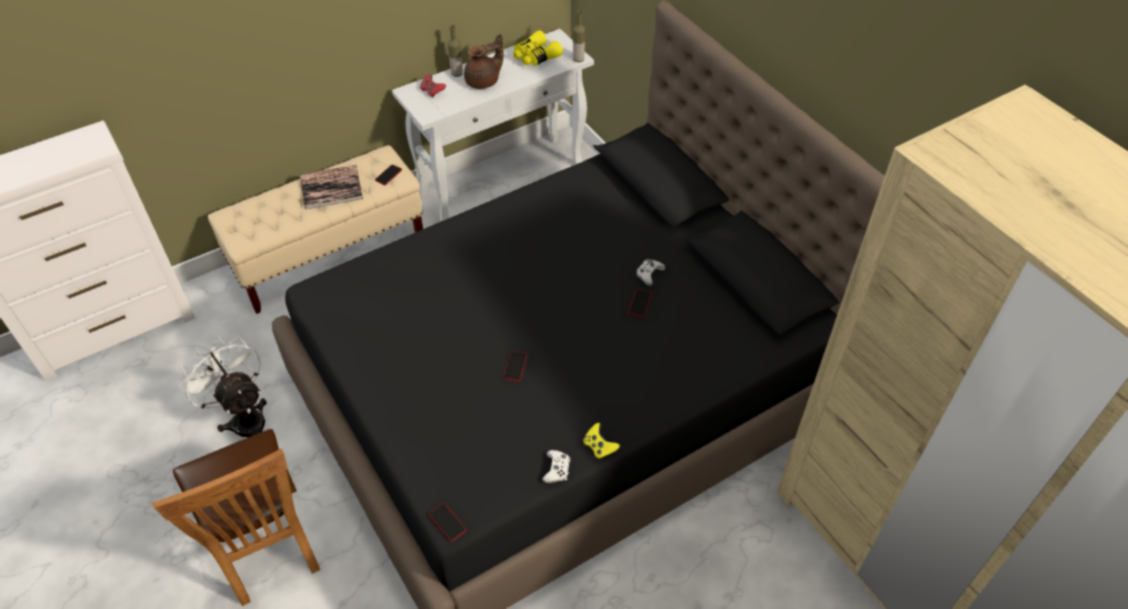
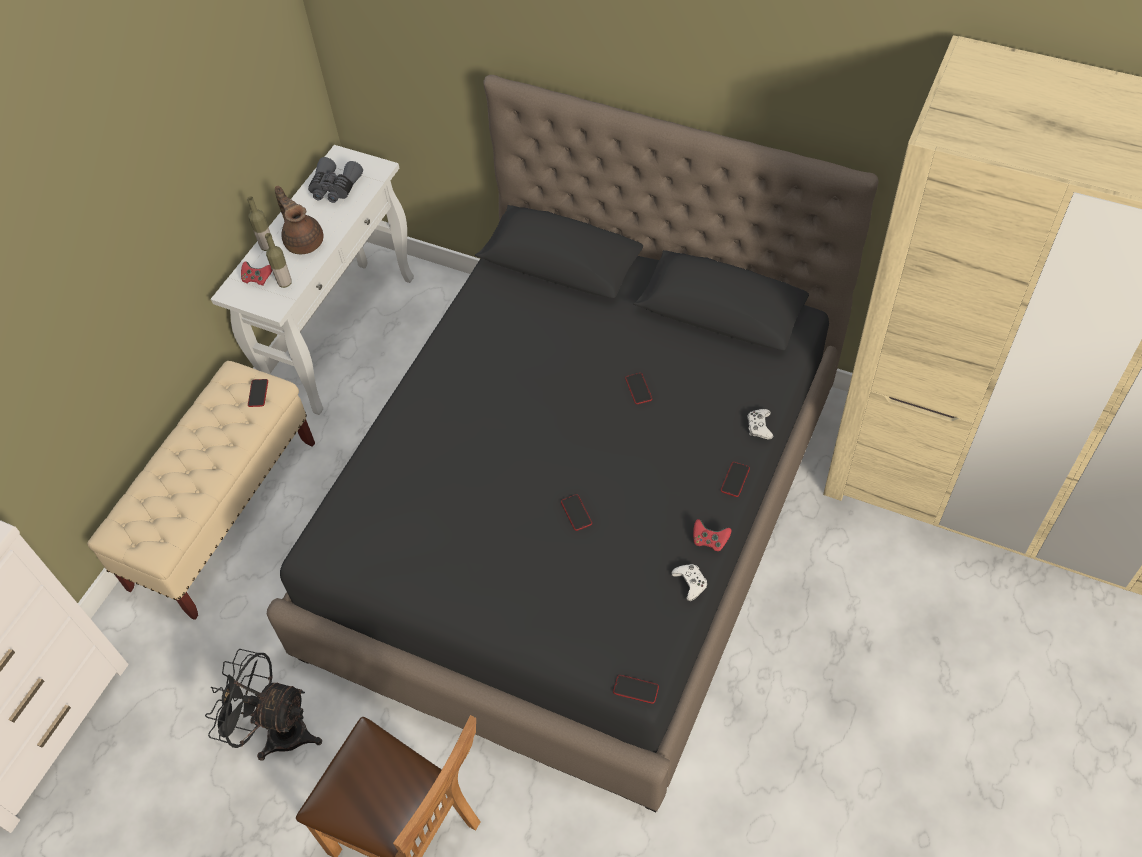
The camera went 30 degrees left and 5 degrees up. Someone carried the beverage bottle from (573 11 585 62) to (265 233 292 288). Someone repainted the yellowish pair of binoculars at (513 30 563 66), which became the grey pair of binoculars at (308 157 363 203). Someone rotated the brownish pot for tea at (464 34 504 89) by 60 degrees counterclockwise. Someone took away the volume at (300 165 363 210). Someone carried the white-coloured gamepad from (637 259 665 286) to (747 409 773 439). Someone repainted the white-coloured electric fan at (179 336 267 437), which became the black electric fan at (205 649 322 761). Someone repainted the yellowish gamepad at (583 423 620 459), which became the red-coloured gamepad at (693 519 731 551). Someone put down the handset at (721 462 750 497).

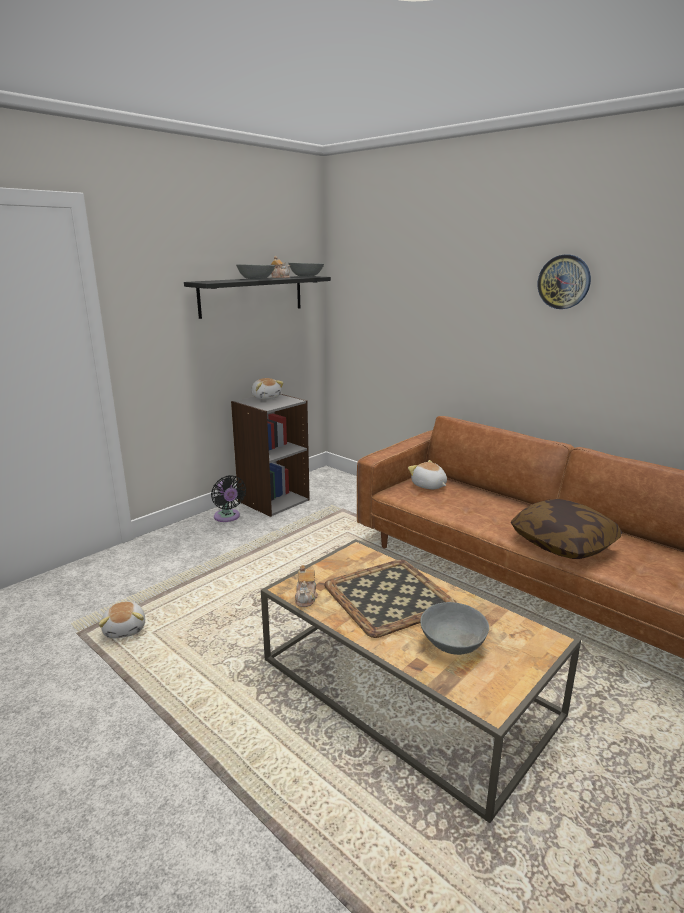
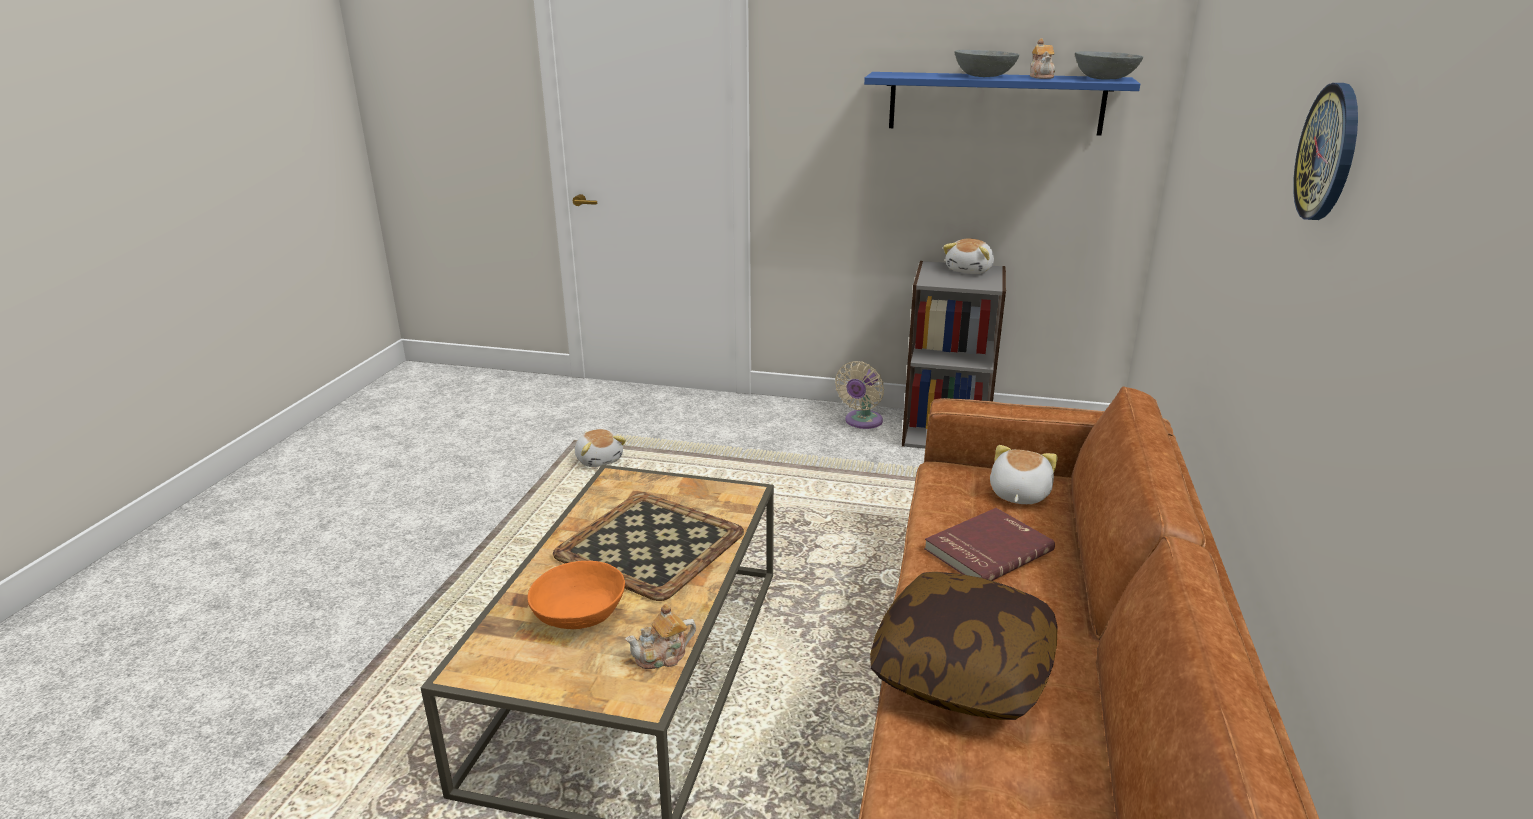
The camera went 60 degrees right and 5 degrees up. Someone repainted the black bracket shelf at (184 276 331 319), which became the bluish bracket shelf at (864 72 1140 136). Someone repainted the black electric fan at (211 475 246 522), which became the sand-coloured electric fan at (835 361 884 429). Someone carried the pot for tea from (295 565 318 607) to (625 604 696 669). Someone rotated the soft toy at (98 601 145 639) by 75 degrees counterclockwise. Someone repainted the grey bowl at (420 602 489 655), which became the orange bowl at (527 561 625 629). Someone put down the red-coloured volume at (924 508 1055 581).

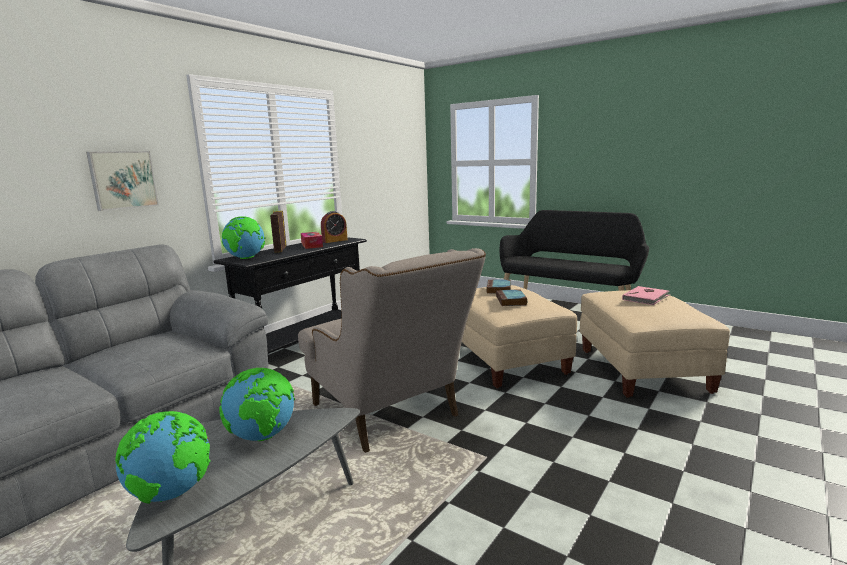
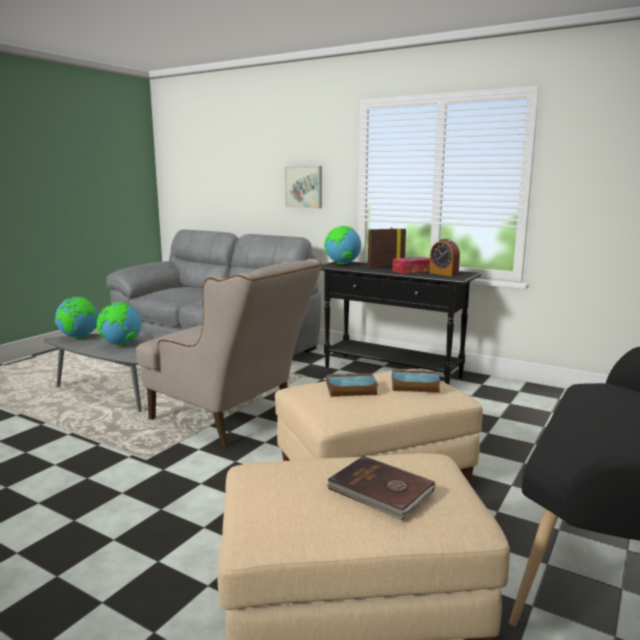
The camera went 85 degrees right and 0 degrees up. Someone rotated the sand-coloured easy chair at (298 248 486 453) by 105 degrees counterclockwise. Someone repainted the pink volume at (622 286 671 305), which became the brownish volume at (326 456 435 520).

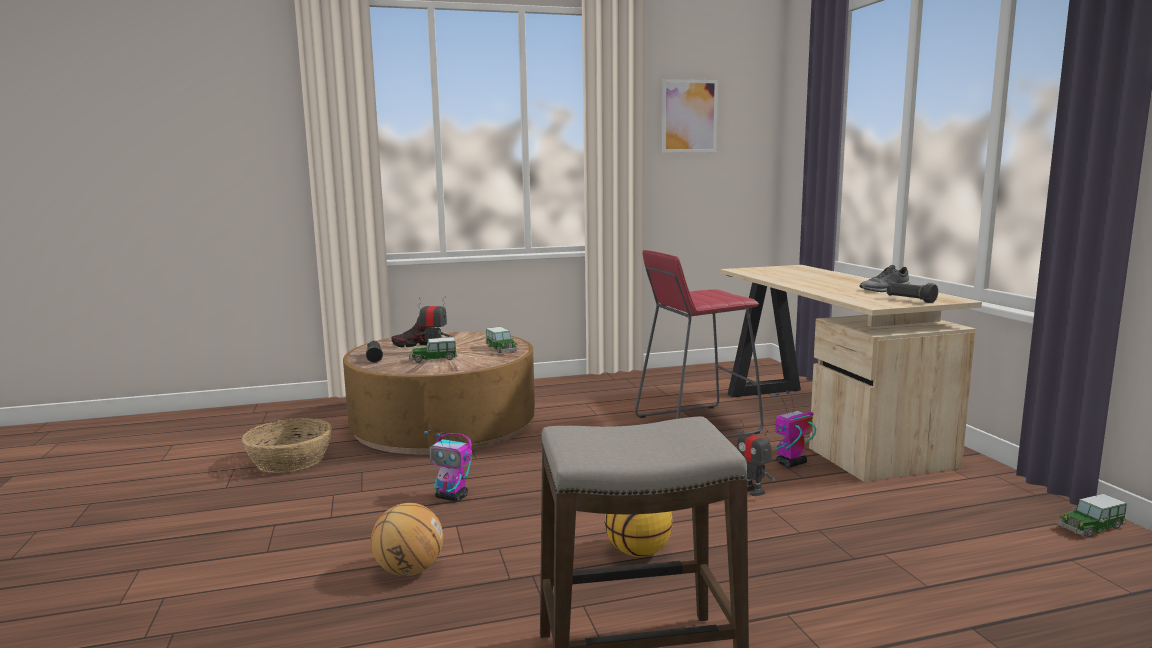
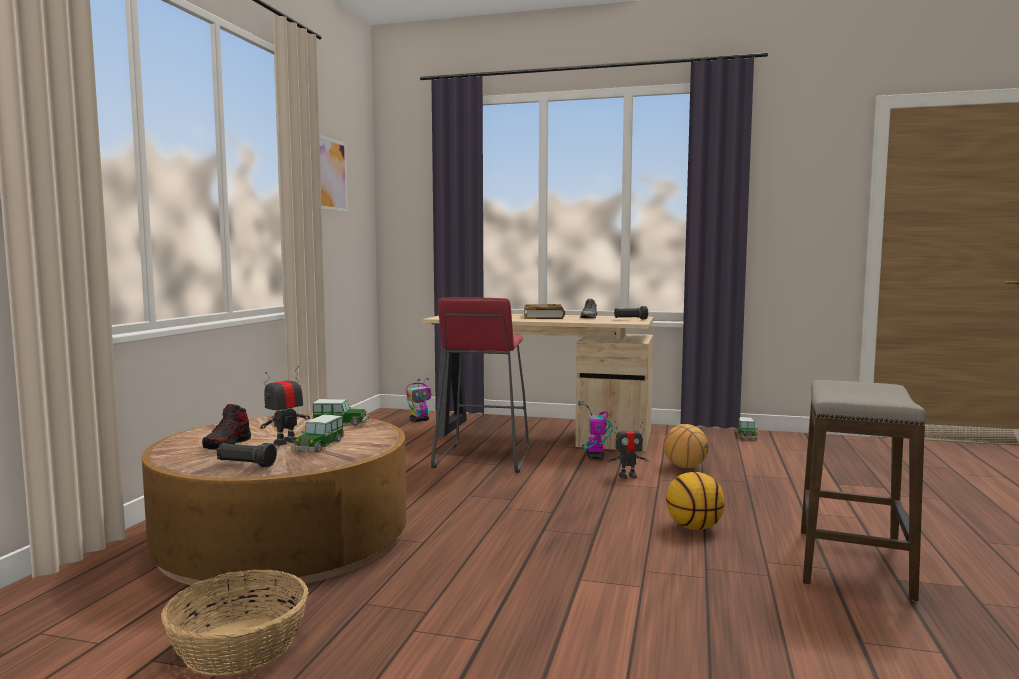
The camera went 60 degrees left and 5 degrees down. Someone carried the robot figure from (424 430 472 502) to (406 378 431 422). Someone carried the ball for basketball from (371 503 443 576) to (663 424 709 468). Someone put down the volume at (524 304 566 319).

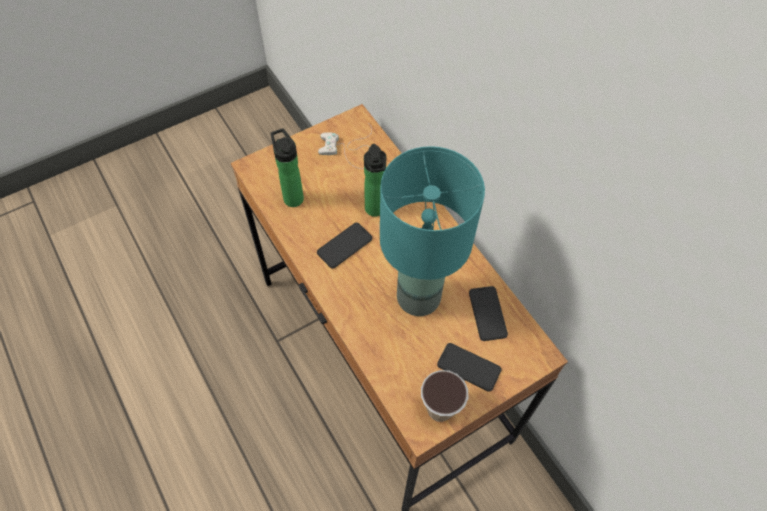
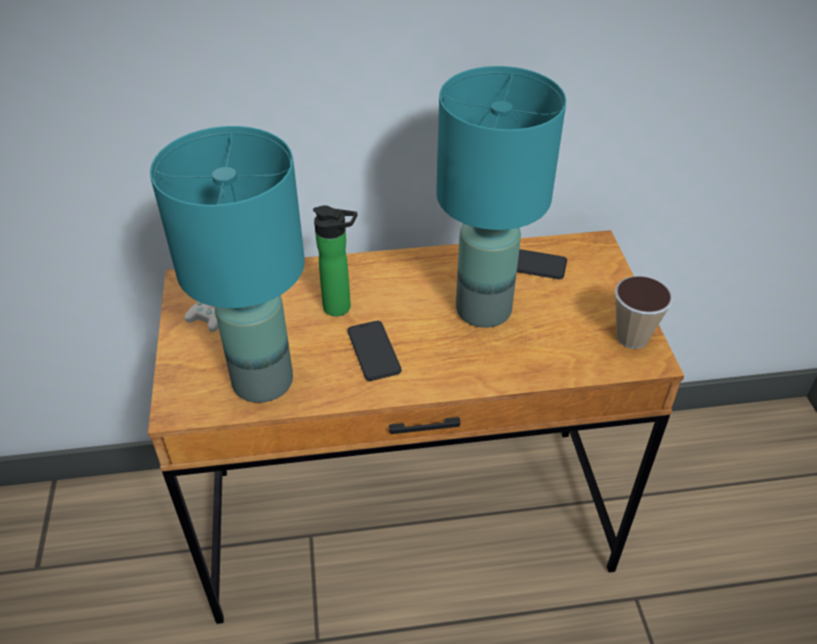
The camera went 65 degrees left and 15 degrees down. Someone swapped the beverage bottle at (270 129 304 207) for the turquoise-coloured table lamp at (150 126 305 403). Someone took away the handset at (437 343 501 392).

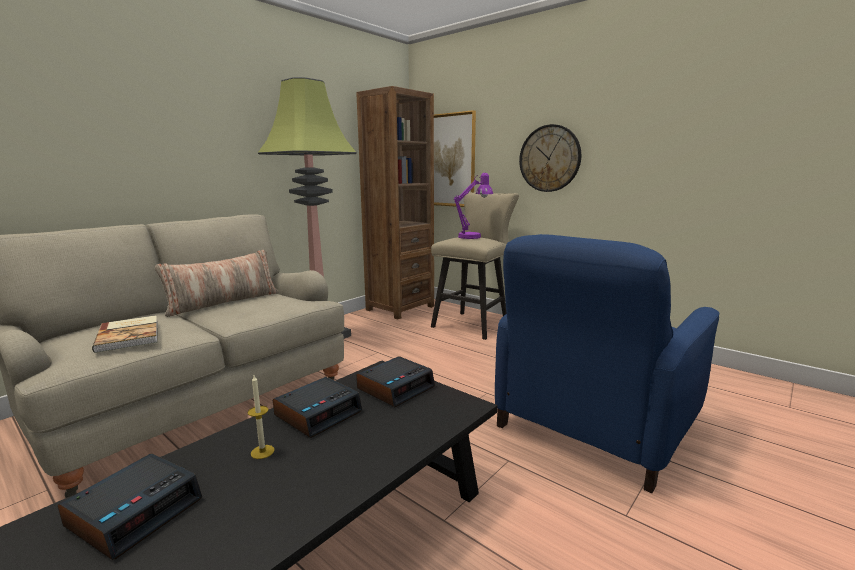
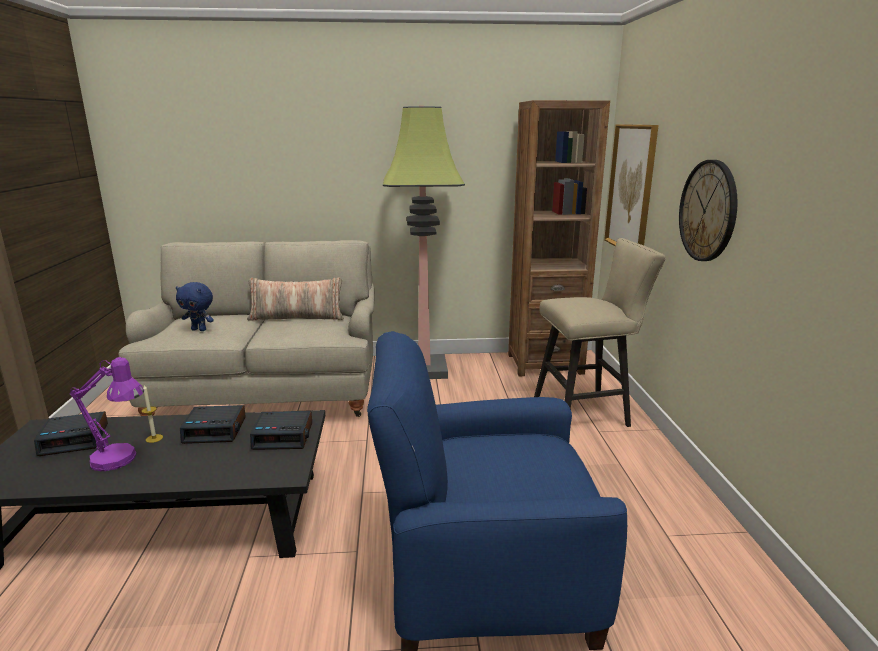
The camera went 45 degrees right and 5 degrees up. Someone carried the purple-coloured table lamp from (454 173 493 239) to (70 357 144 471). Someone swapped the volume at (92 315 158 353) for the bluish soft toy at (176 282 214 331).

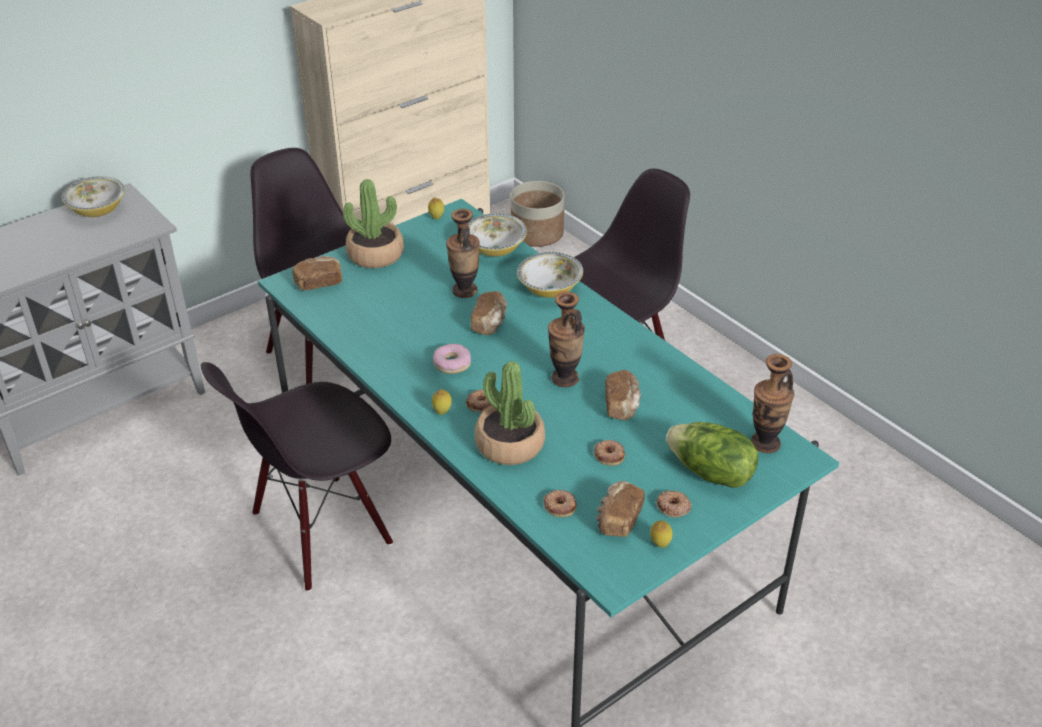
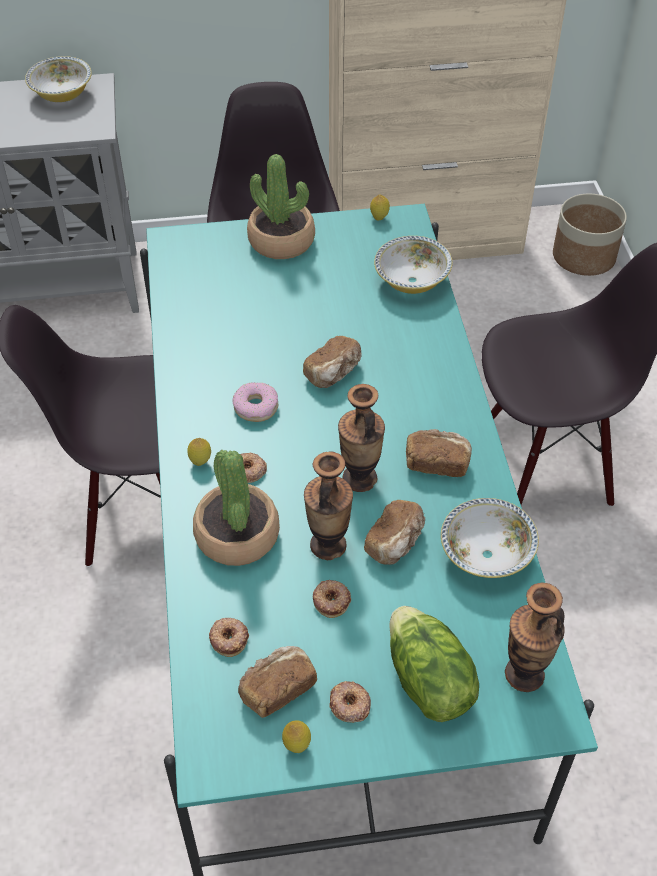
The camera went 30 degrees right and 10 degrees up. Someone carried the decorative vase from (446 209 480 298) to (304 452 353 560). Someone carried the bowl from (517 252 583 298) to (441 498 539 578). Someone carried the baked bread from (292 256 342 291) to (406 429 472 477).

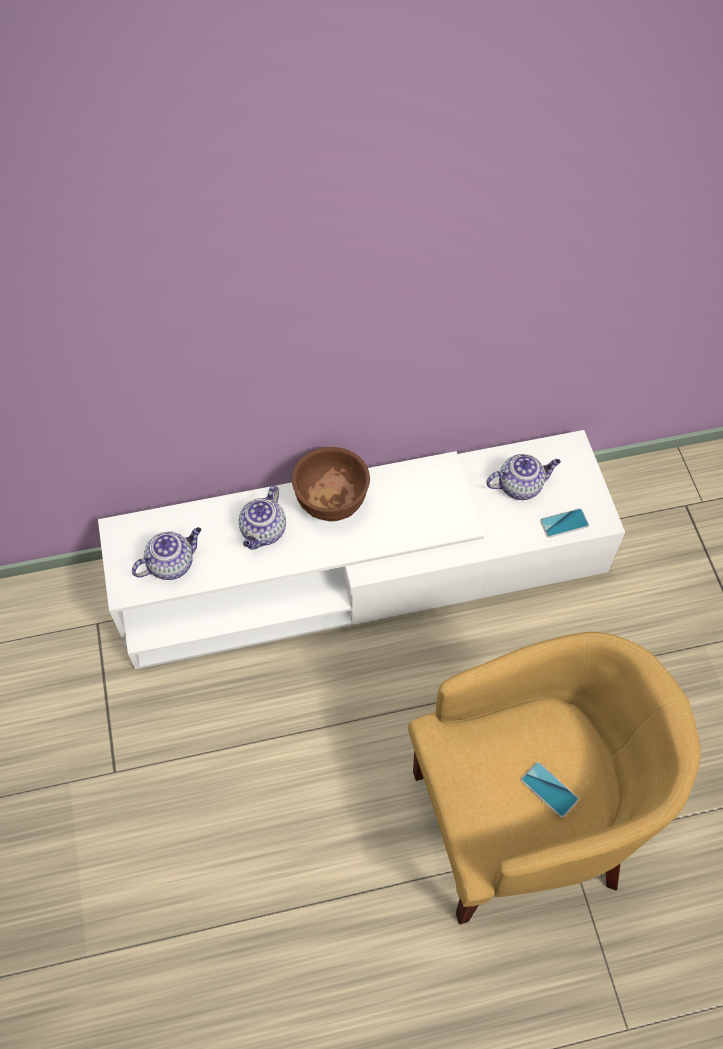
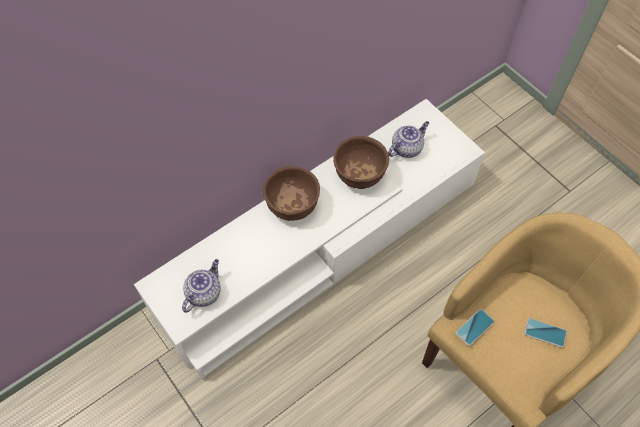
The camera went 25 degrees left and 0 degrees up. Someone took away the pot for tea at (239 486 286 550). Someone carried the handset from (540 508 589 538) to (456 309 495 346). Someone put down the brownish bowl at (333 136 389 189).

